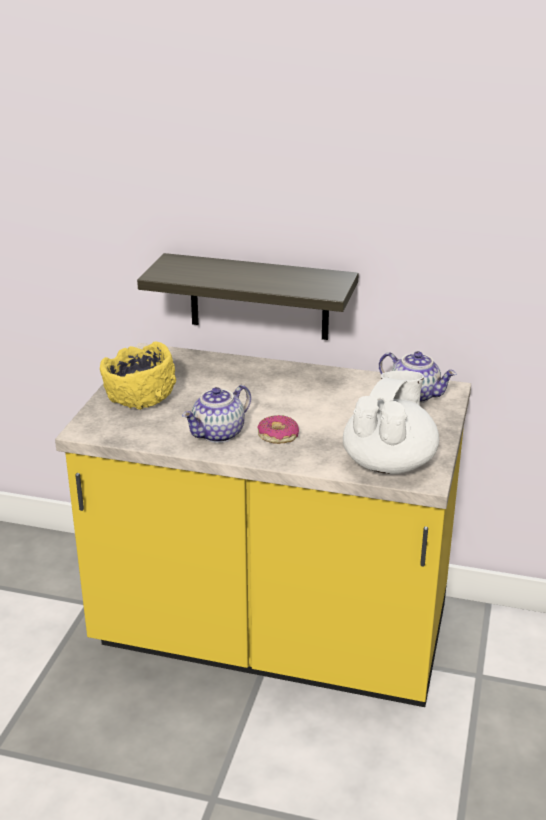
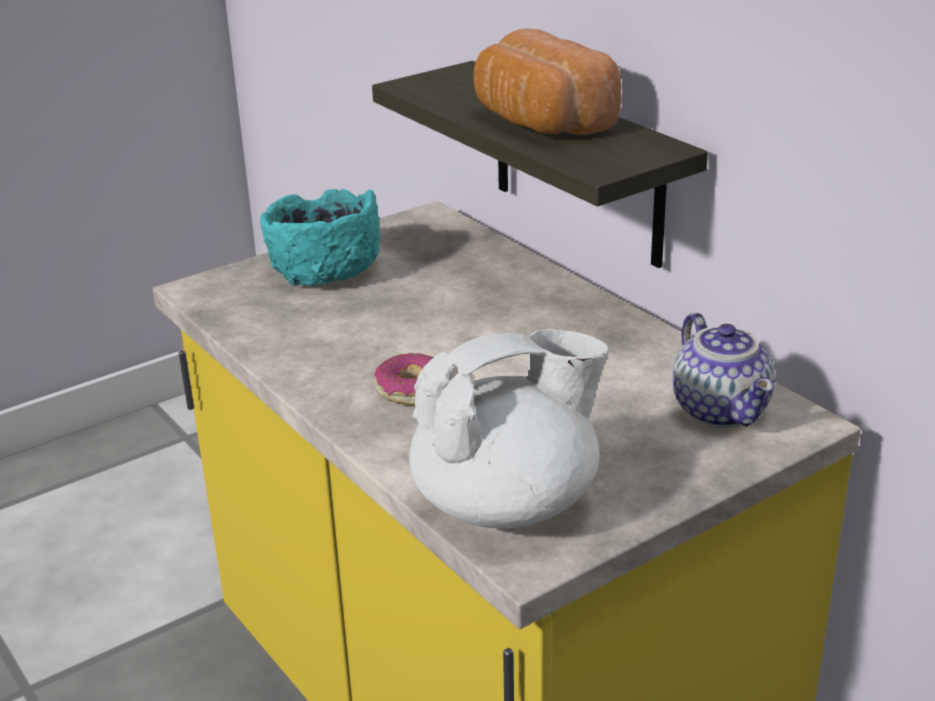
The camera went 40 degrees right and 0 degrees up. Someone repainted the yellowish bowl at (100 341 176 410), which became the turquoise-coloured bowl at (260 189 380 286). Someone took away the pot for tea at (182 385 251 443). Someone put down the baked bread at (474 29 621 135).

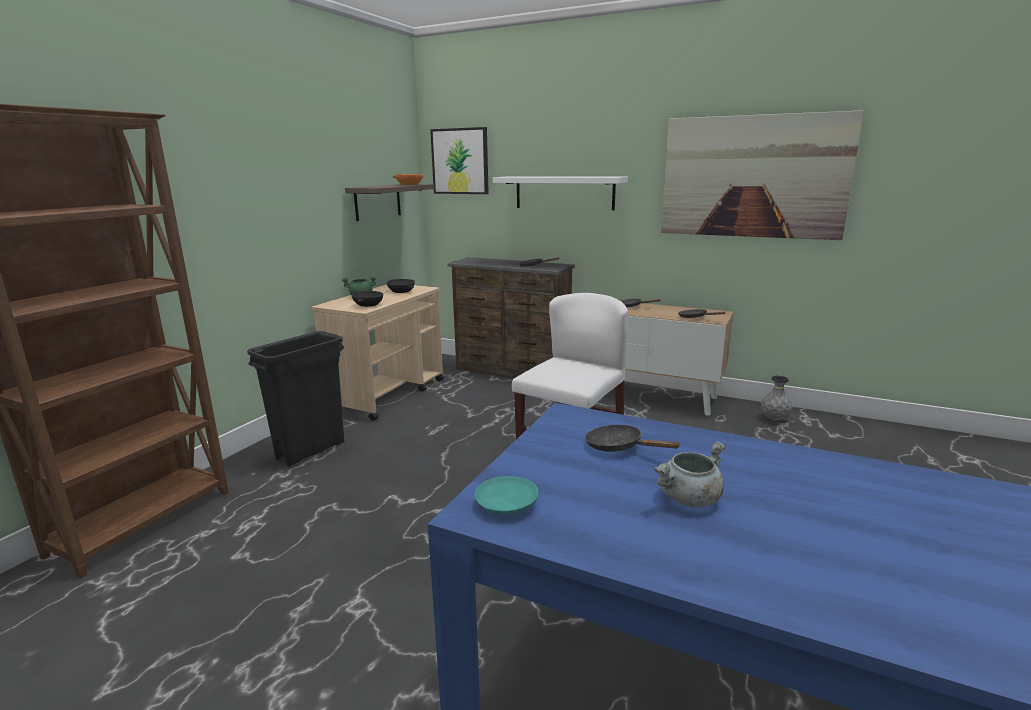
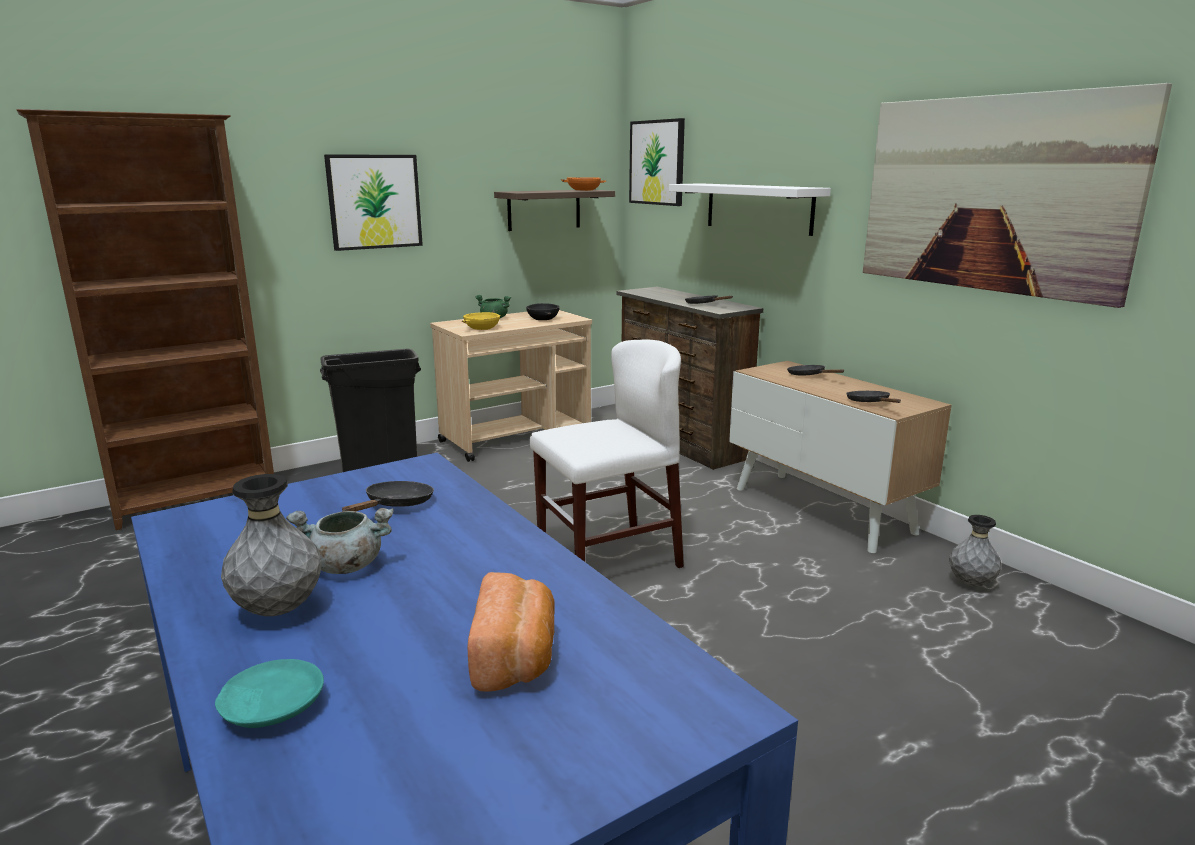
The camera went 30 degrees right and 0 degrees up. Someone repainted the black bowl at (352 291 383 307), which became the yellowish bowl at (462 312 501 330). Someone rotated the black frying pan at (585 425 681 452) by 45 degrees clockwise. Someone carried the turquoise-coloured flat dish from (475 476 539 514) to (215 659 324 728). Someone put up the picture at (324 154 423 251). Someone put down the grey decorative vase at (221 474 321 616). Someone put down the baked bread at (468 572 555 692).

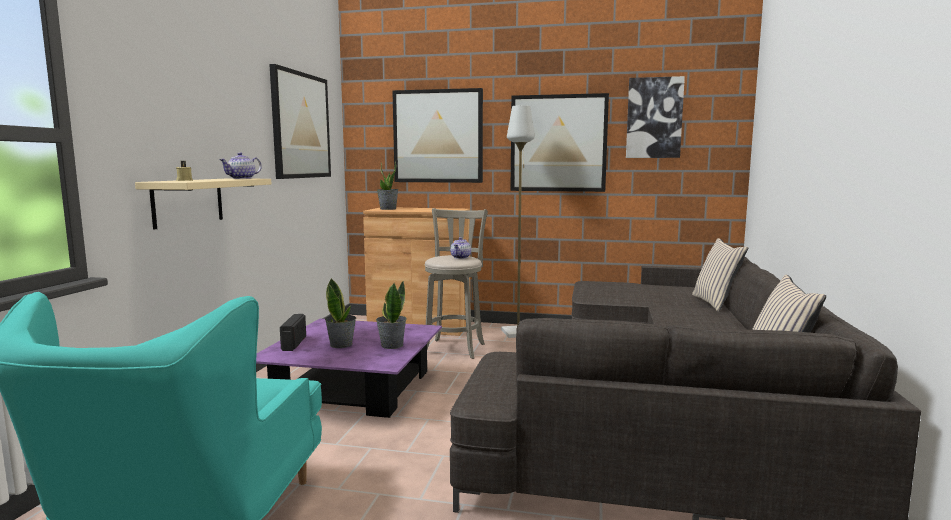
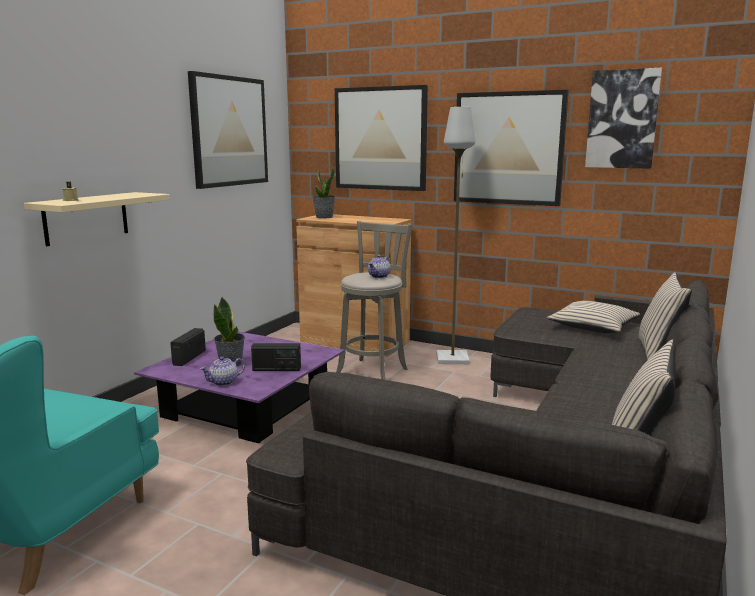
The camera went 15 degrees right and 5 degrees up. Someone carried the pot for tea from (219 152 262 179) to (200 357 245 386). Someone swapped the potted plant at (376 281 407 349) for the radio receiver at (251 343 301 371). Someone put down the sand-coloured pillow at (547 301 640 333).

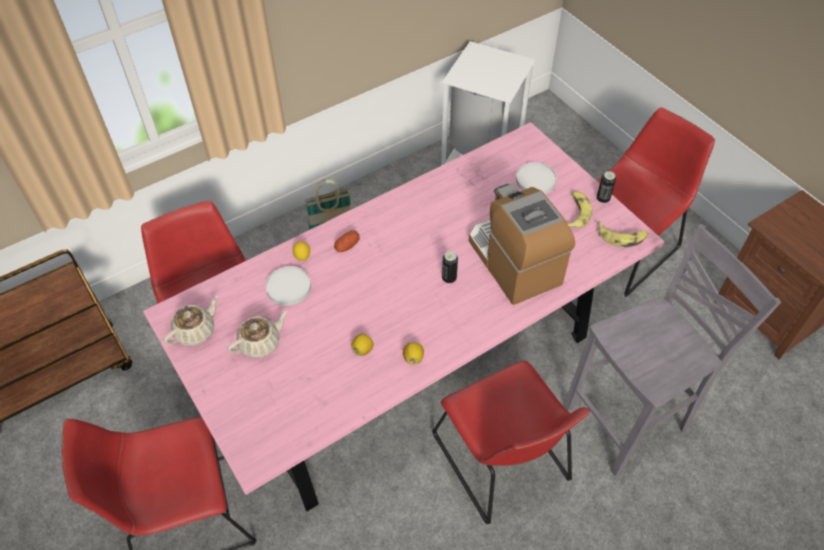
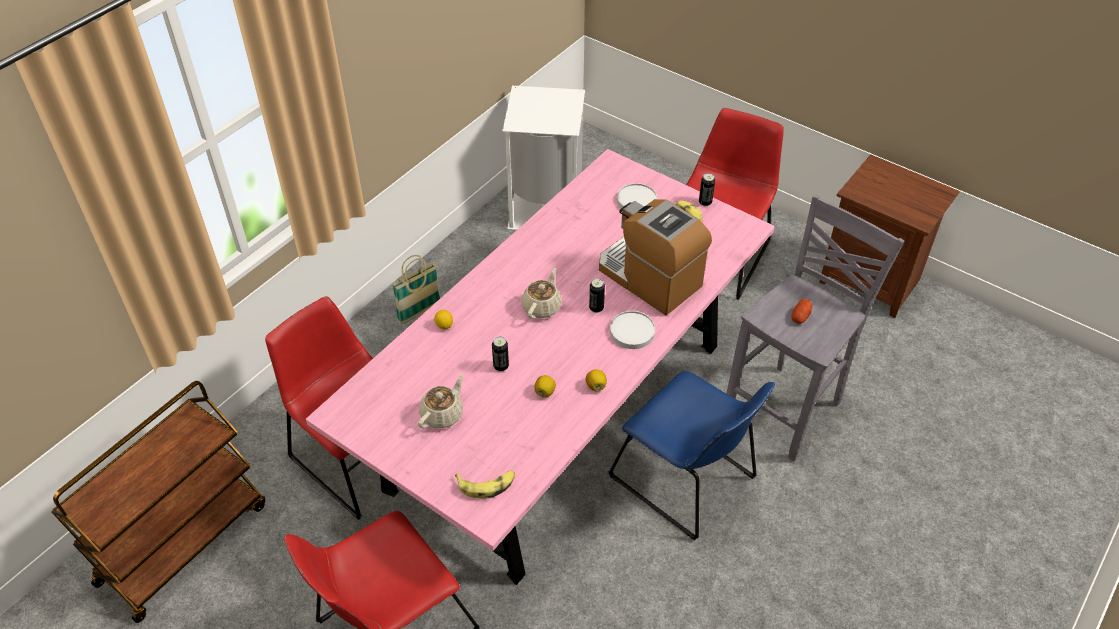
The camera went 20 degrees left and 5 degrees down. Someone carried the banana from (598 221 648 247) to (455 470 515 499). Someone carried the spud from (334 230 360 252) to (791 299 812 324). Someone carried the white-coloured flat dish from (266 266 311 306) to (610 311 655 349). Someone carried the sand-coloured pot for tea from (164 296 218 346) to (522 268 562 319). Someone repainted the red-coloured plain chair at (432 360 590 525), which became the bluish plain chair at (608 371 775 541). Someone put down the can at (492 337 509 372).

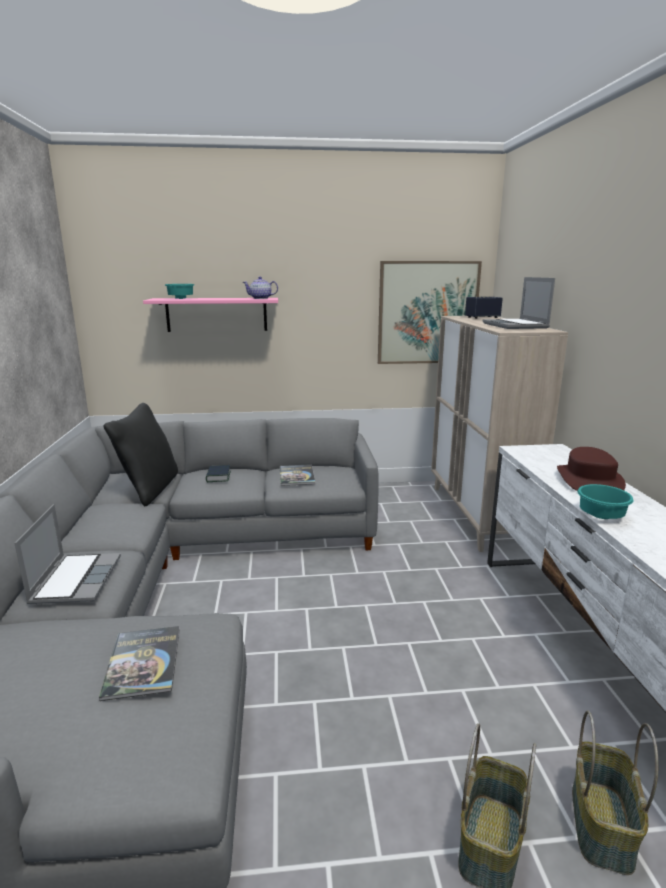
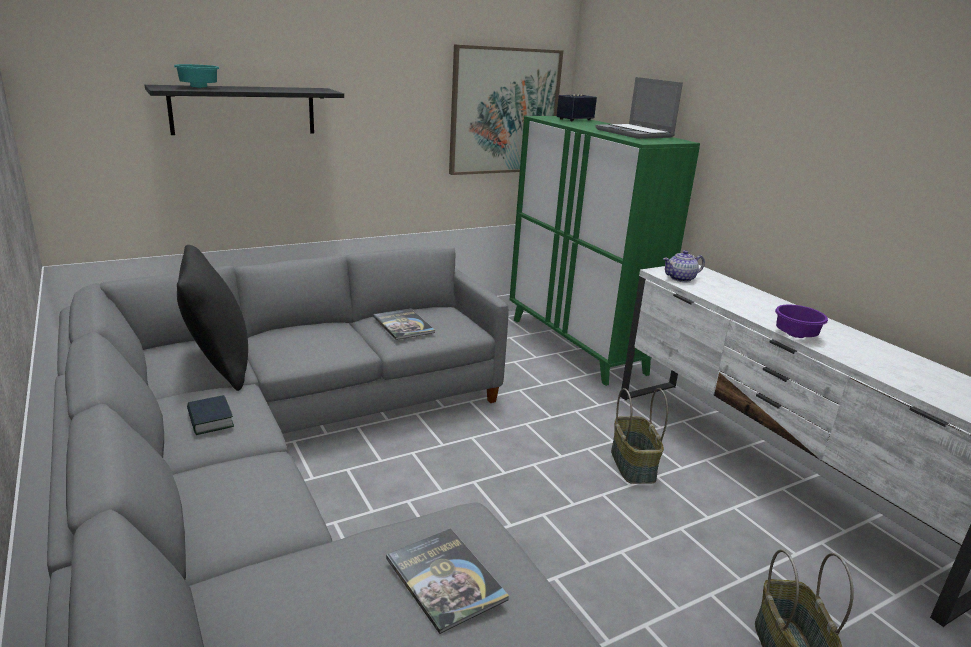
The camera went 25 degrees left and 5 degrees up. Someone carried the pot for tea from (243 277 278 299) to (663 250 705 282). Someone repainted the pink bracket shelf at (143 298 278 332), which became the black bracket shelf at (145 85 344 135). Someone repainted the sand-coloured storage cabinet at (431 316 568 552), which became the greenish storage cabinet at (510 116 700 386). Someone took away the brownish clothing hat at (557 447 626 491). Someone carried the volume from (206 465 231 482) to (187 395 234 435). Someone repainted the turquoise-coloured bowl at (577 484 634 519), which became the purple-coloured bowl at (775 305 828 338). Someone took away the laptop at (14 504 121 604). Someone carried the storage basket from (572 711 658 875) to (611 388 668 484).

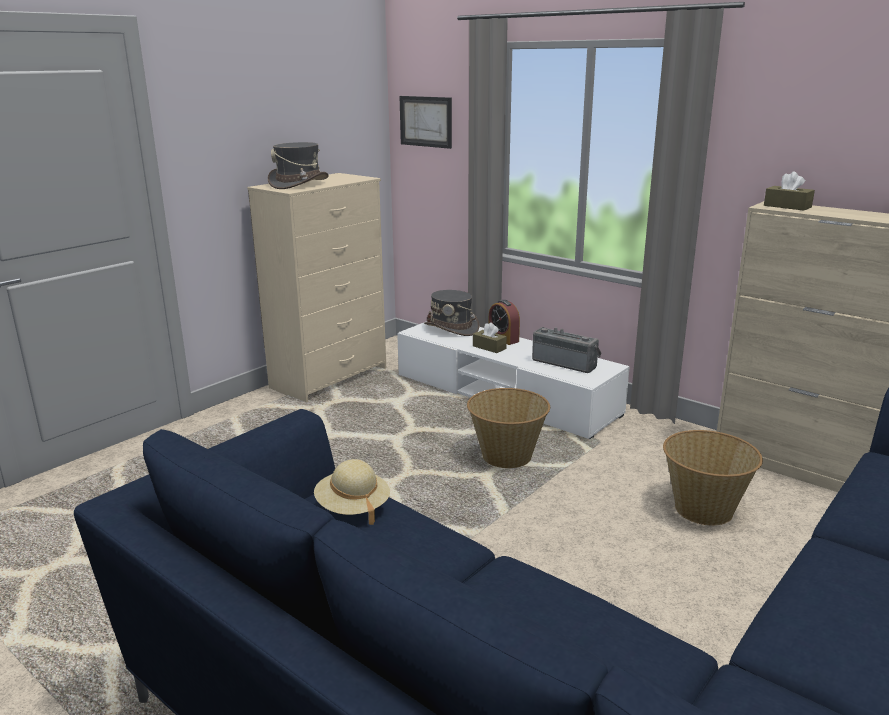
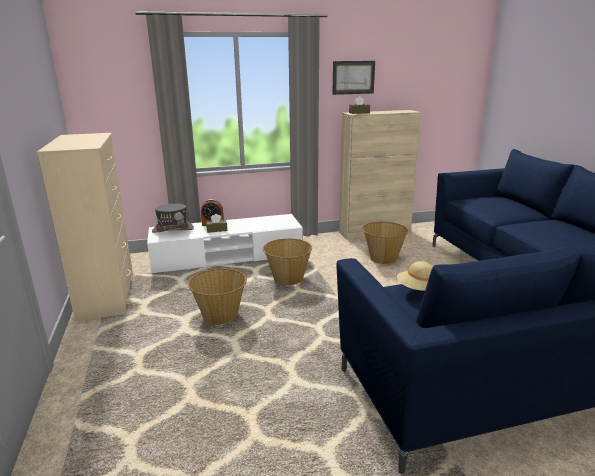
The camera went 55 degrees left and 0 degrees up. Someone carried the picture from (399 96 452 149) to (332 61 375 95). Someone took away the grey clothing hat at (268 142 329 189). Someone took away the radio receiver at (532 327 602 373). Someone put down the storage basket at (188 269 247 325).

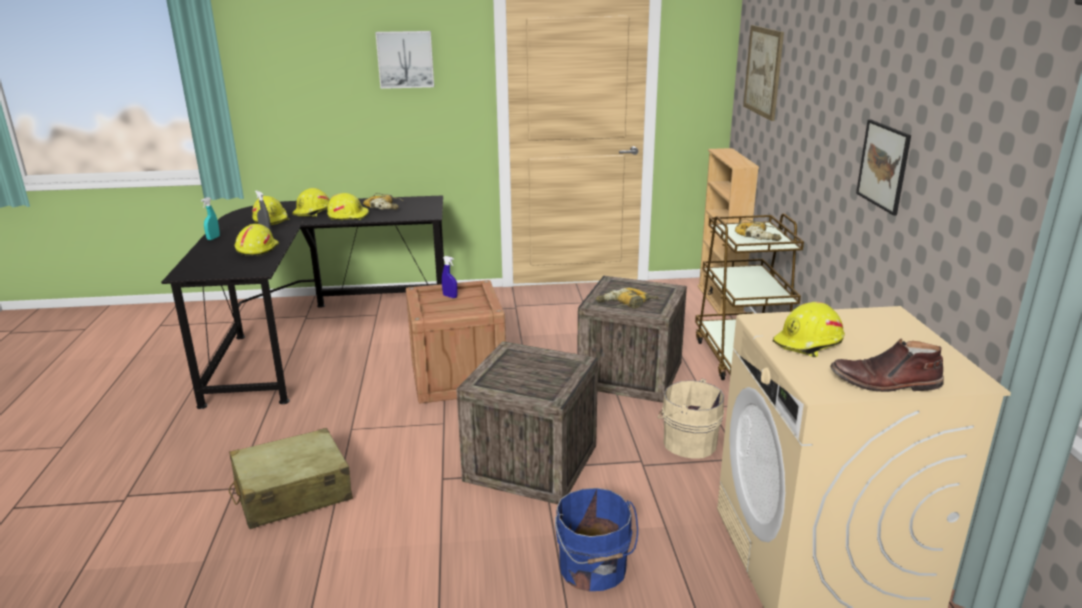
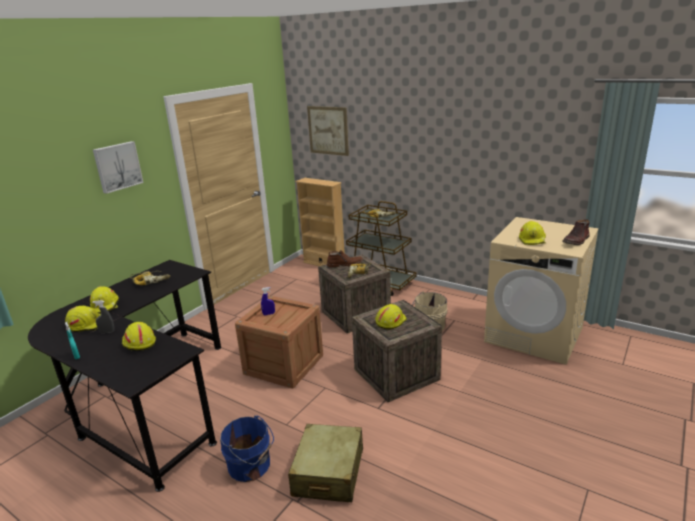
The camera went 50 degrees left and 0 degrees up. Someone took away the picture at (856 120 911 215). Someone carried the yellowish hard hat from (327 193 369 220) to (375 304 407 330). Someone carried the bluish pail from (555 488 638 591) to (220 416 274 482). Someone put down the brownish tall boot at (327 250 363 267).

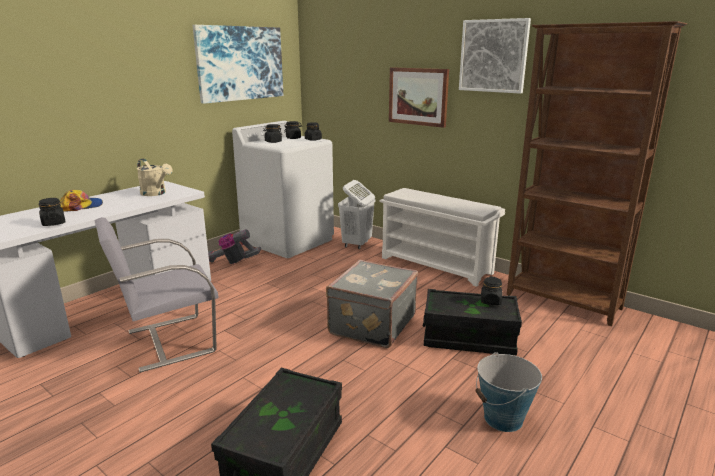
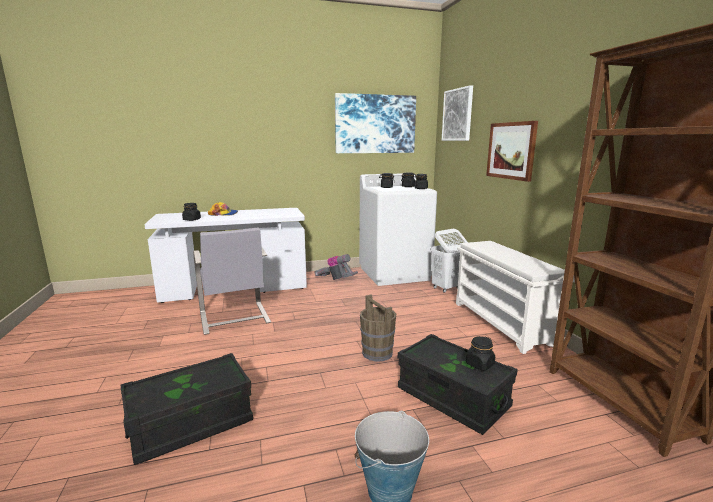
The camera went 35 degrees right and 5 degrees down. Someone carried the picture from (459 18 531 94) to (442 85 473 141). Someone took away the sand-coloured watering pot at (137 159 173 196). Someone rotated the grey plain chair at (94 217 218 373) by 120 degrees counterclockwise. Someone swapped the grey suitcase at (326 260 418 348) for the brownish pail at (360 294 396 362).

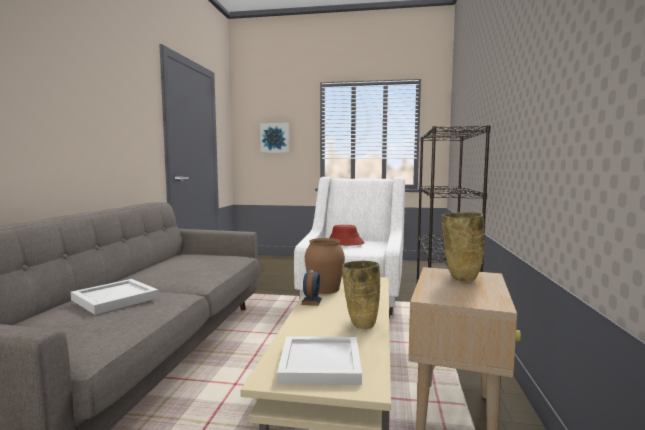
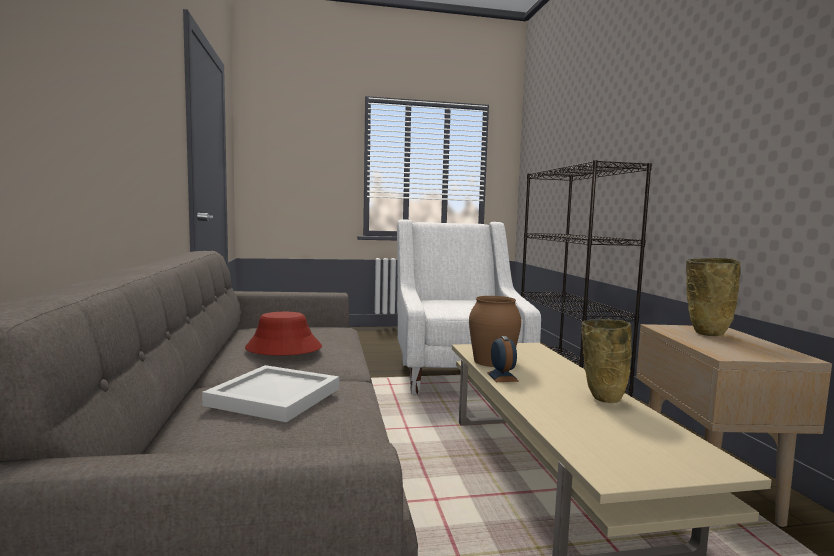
The camera went 20 degrees left and 0 degrees up. Someone took away the picture at (260 123 290 153). Someone carried the red-coloured clothing hat from (329 225 364 246) to (245 312 322 355). Someone took away the white-coloured tray at (277 336 362 385).

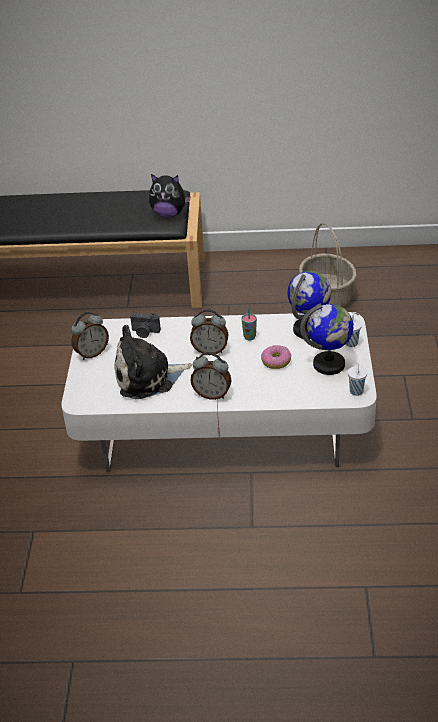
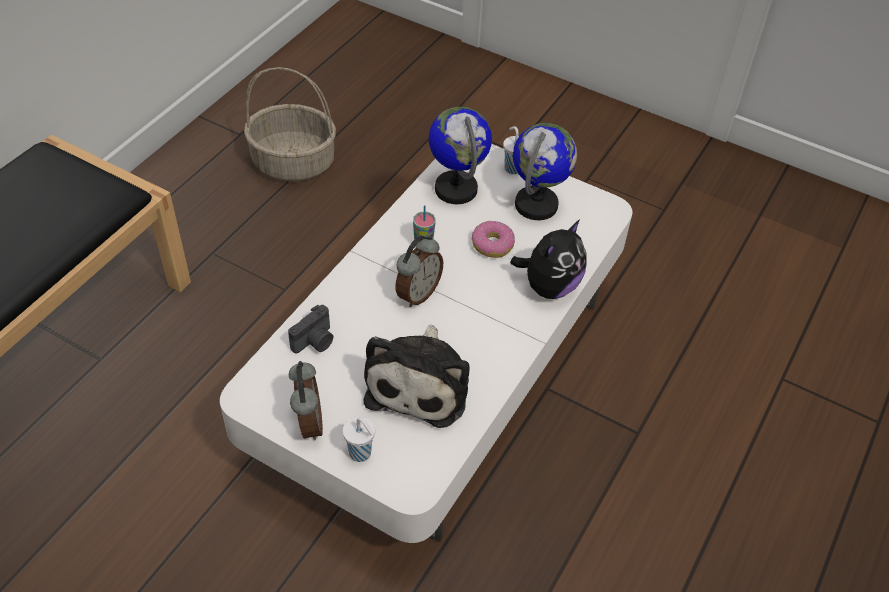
The camera went 65 degrees left and 10 degrees up. Someone carried the soft toy from (149 174 191 217) to (510 219 587 299). Someone took away the table clock at (190 352 232 400). Someone carried the white-coloured cup from (348 362 367 396) to (343 417 375 462).

